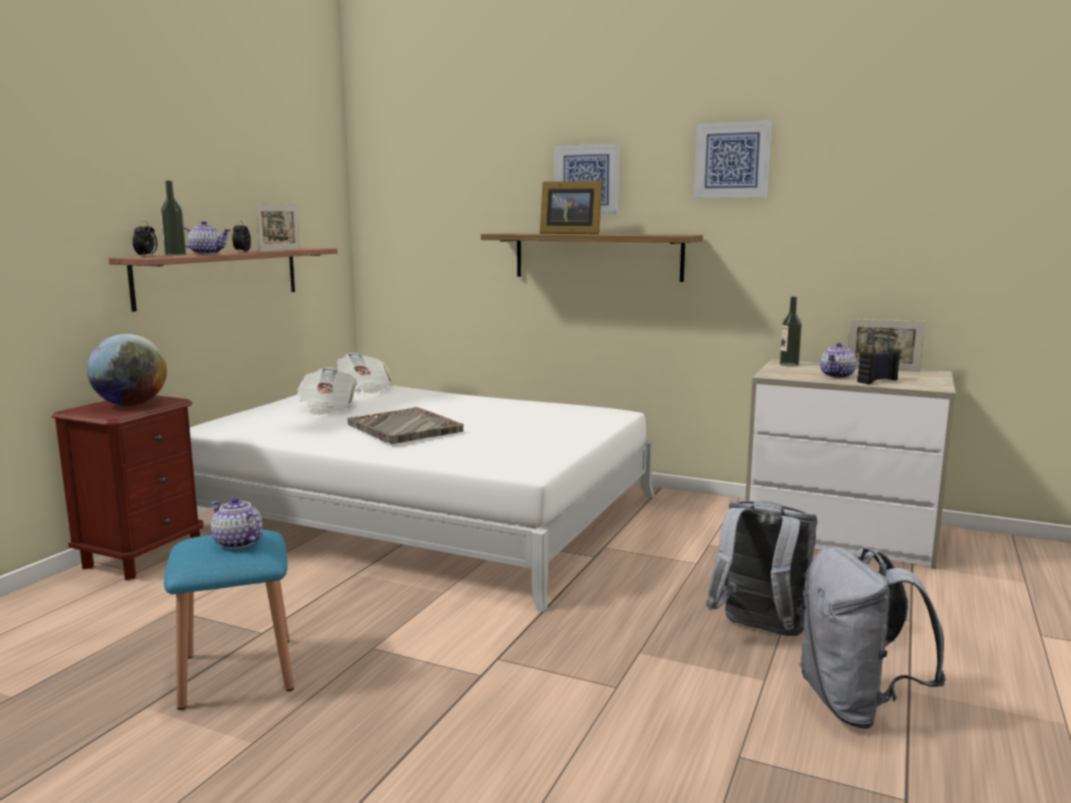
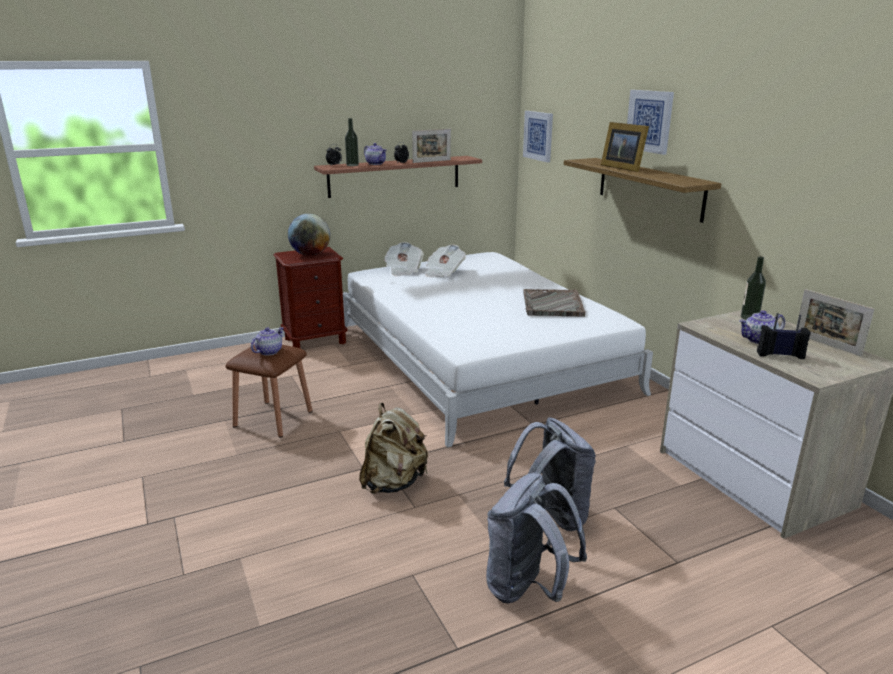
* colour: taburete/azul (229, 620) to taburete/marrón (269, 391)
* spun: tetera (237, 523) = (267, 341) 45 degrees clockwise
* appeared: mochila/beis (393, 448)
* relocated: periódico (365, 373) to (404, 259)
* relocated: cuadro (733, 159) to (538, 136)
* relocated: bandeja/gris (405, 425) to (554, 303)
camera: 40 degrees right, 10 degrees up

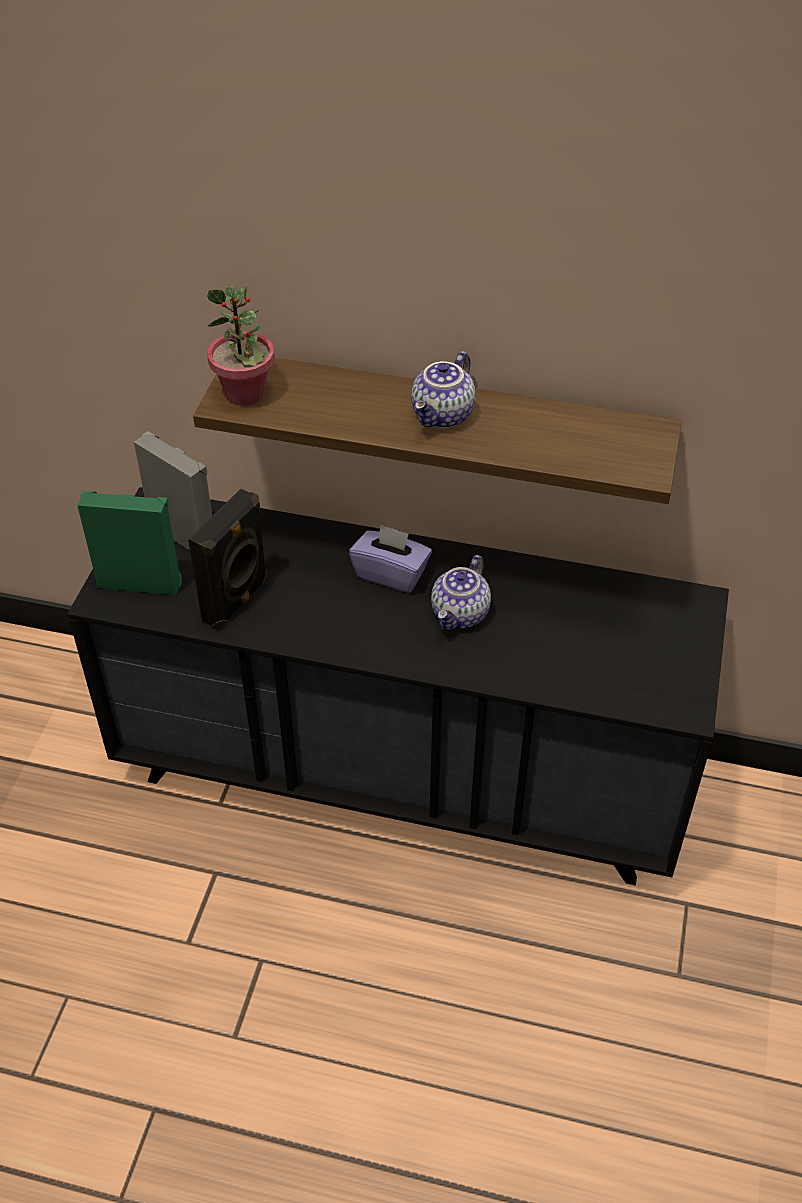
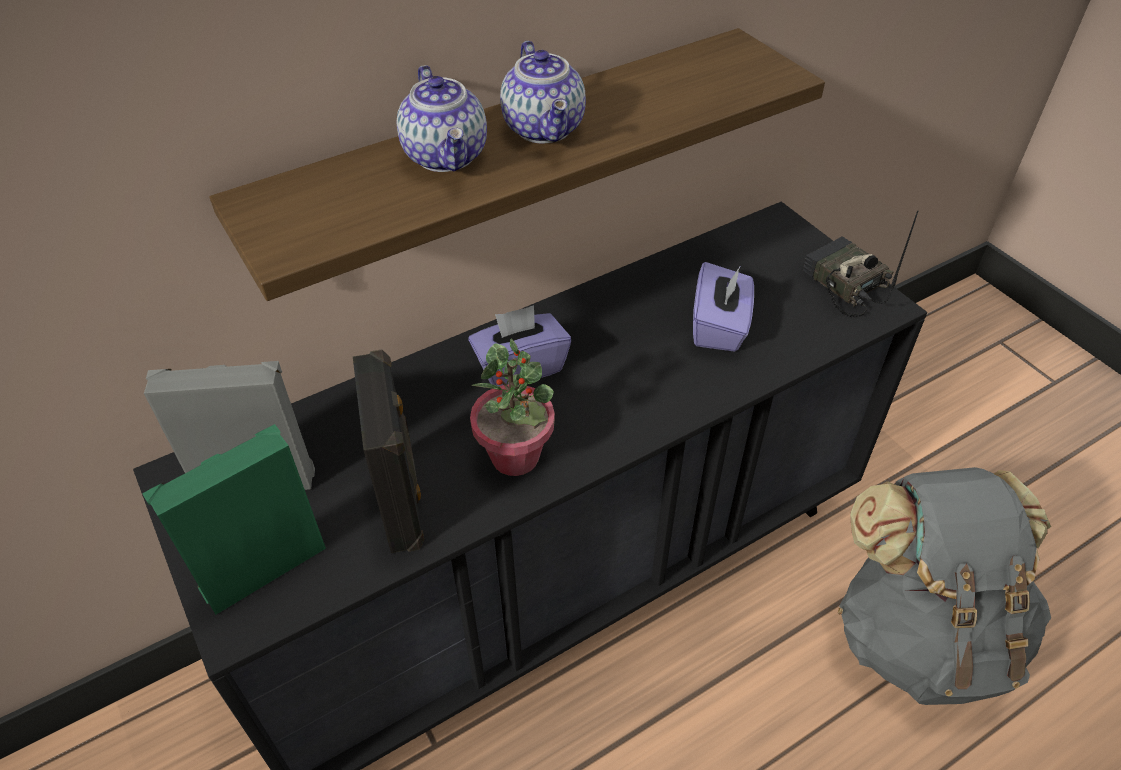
* relocated: tetera (461, 592) to (442, 118)
* relocated: planta en maceta (240, 345) to (512, 407)
* appeared: caja de pañuelos/morado (723, 307)
* appeared: radio (860, 264)
* appeared: mochila/gris (944, 586)
camera: 45 degrees left, 0 degrees up

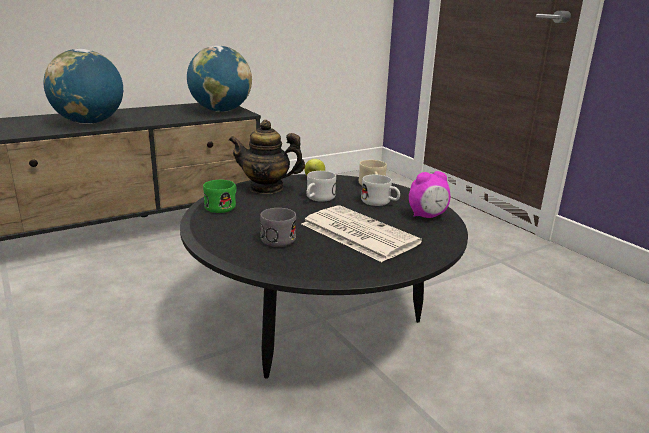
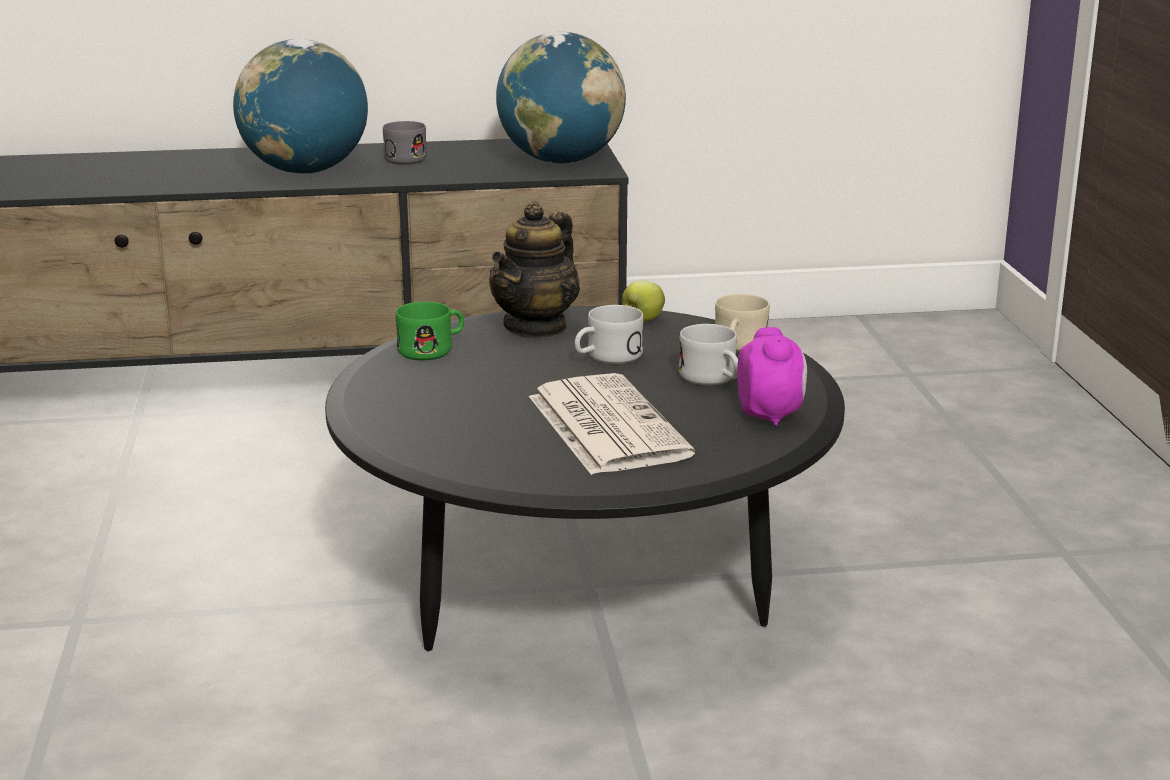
* relocated: taza grande/gris (278, 227) to (405, 143)
* spun: tetera (267, 157) = (534, 270) 90 degrees counterclockwise
* spun: despertador (430, 194) = (772, 376) 105 degrees counterclockwise
camera: 25 degrees right, 0 degrees up

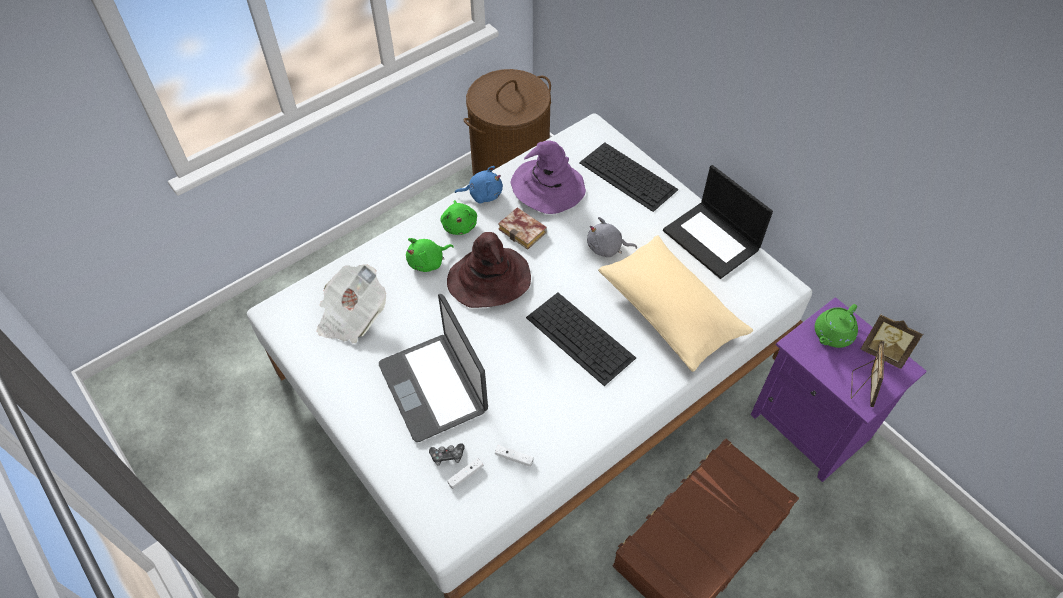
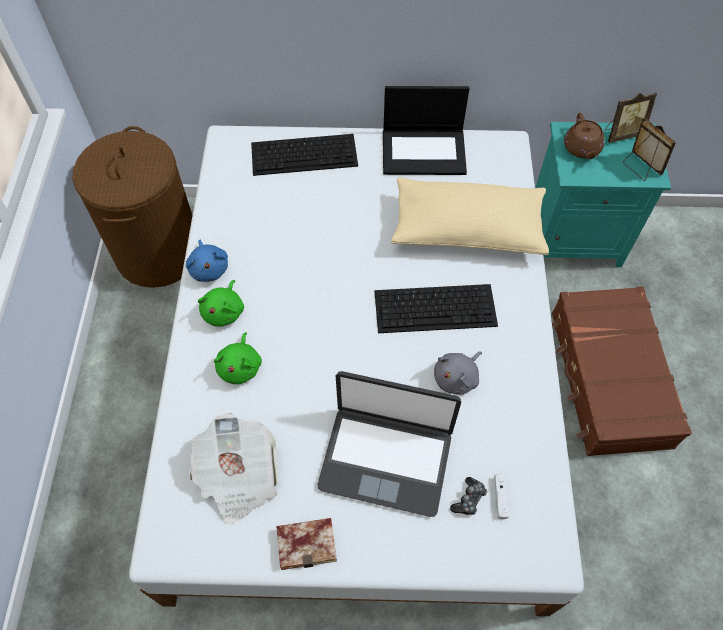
* spun: peluche/azul (479, 185) = (207, 261) 120 degrees clockwise
* spun: peluche/verde (458, 217) = (221, 303) 75 degrees clockwise
* relocated: libro (522, 228) to (306, 544)
* relocated: peluche/gris (612, 237) to (458, 373)
* colour: mesita de noche/morado (839, 389) to mesita de noche/turquesa (603, 194)
* colour: tetera/verde (836, 326) to tetera/marrón (584, 136)
* missing: sombrero/marrón (489, 270)
* missing: mando de consola/blanco (514, 456)
* missing: sombrero/morado (548, 177)
camera: 50 degrees left, 5 degrees up

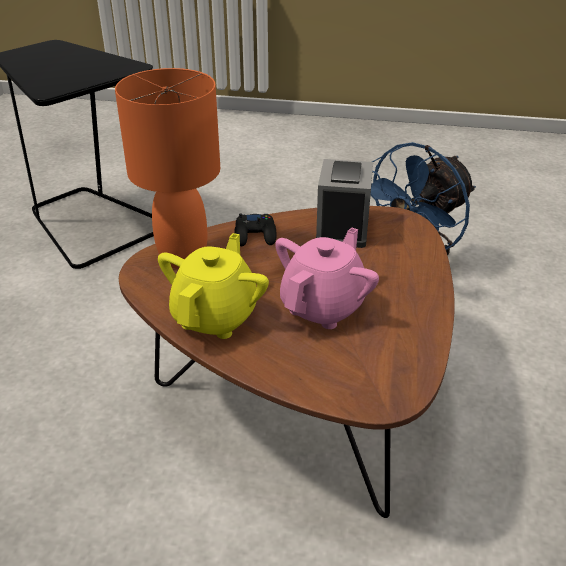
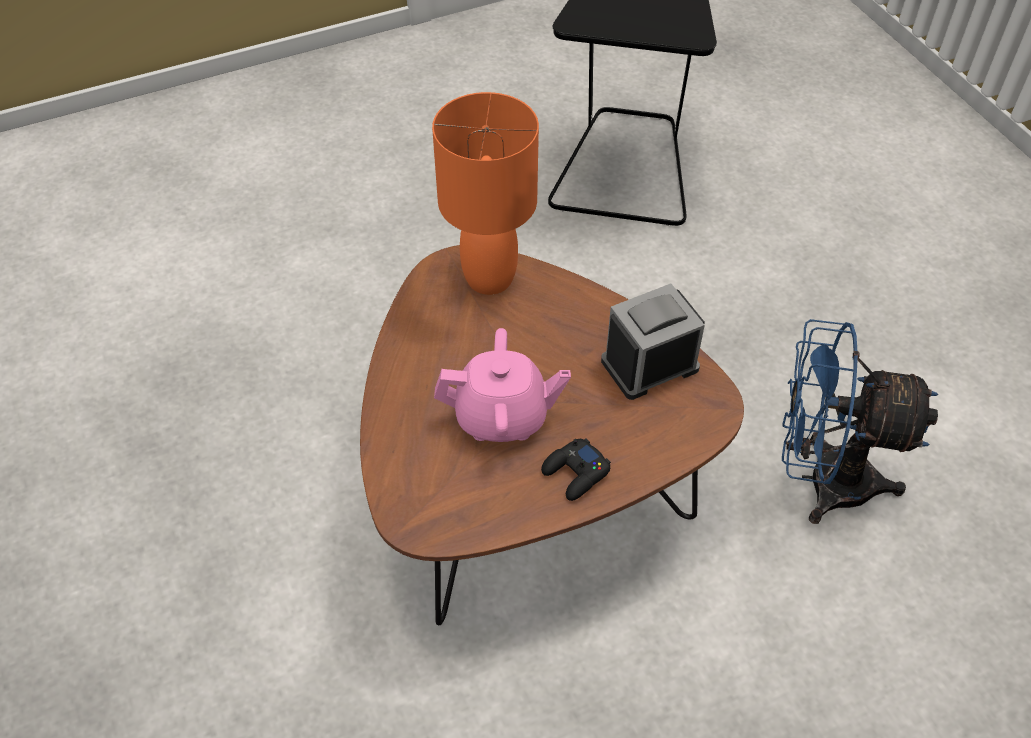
* relocated: mando de consola/negro (256, 229) to (576, 470)
* missing: tetera/amarillo (213, 286)
camera: 55 degrees right, 15 degrees up

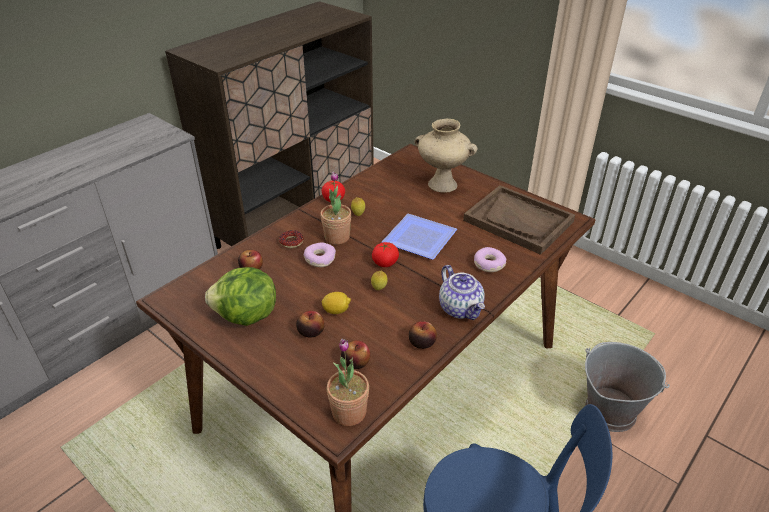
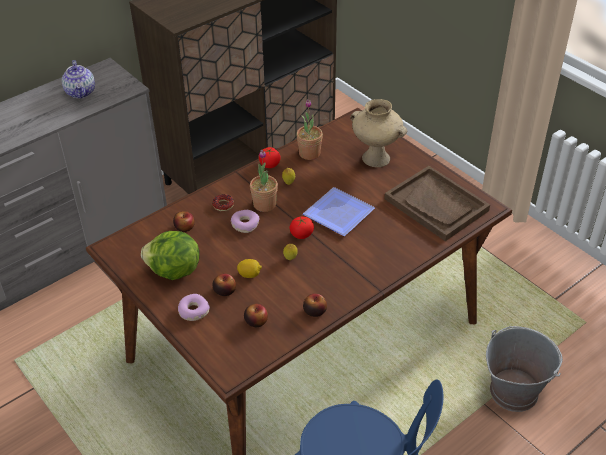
* relocated: tetera (462, 292) to (78, 79)
* relocated: rosquilla (490, 259) to (194, 307)
* relocated: planta en maceta (348, 382) to (309, 129)
camera: 10 degrees right, 5 degrees up

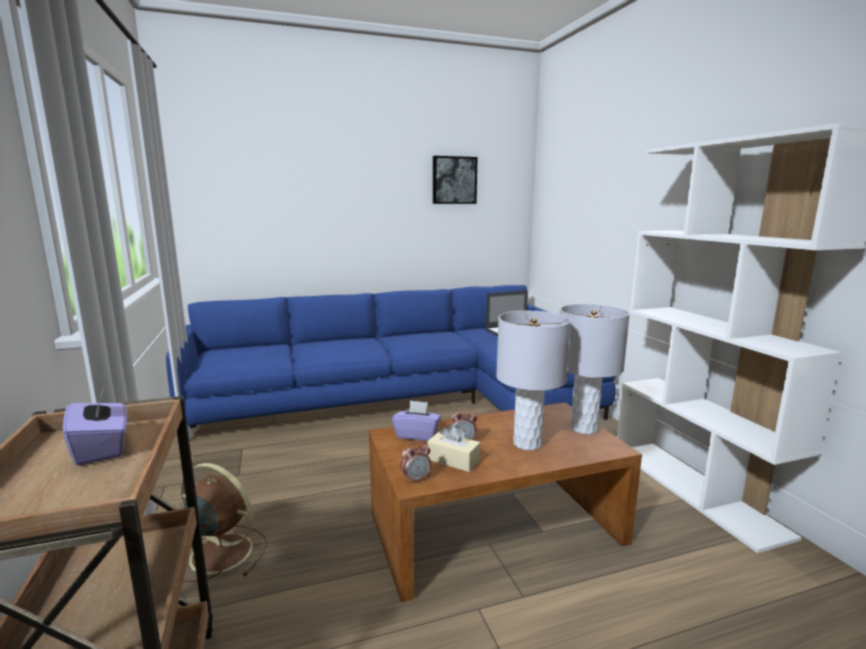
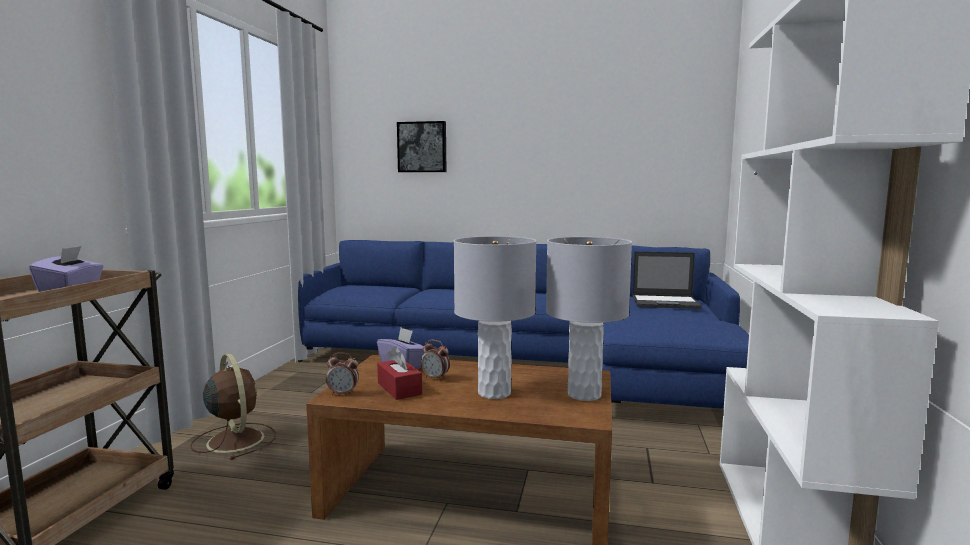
* colour: caja de pañuelos/beis (453, 448) to caja de pañuelos/rojo (399, 373)
* relocated: cuadro (455, 180) to (421, 146)
camera: 30 degrees right, 5 degrees down

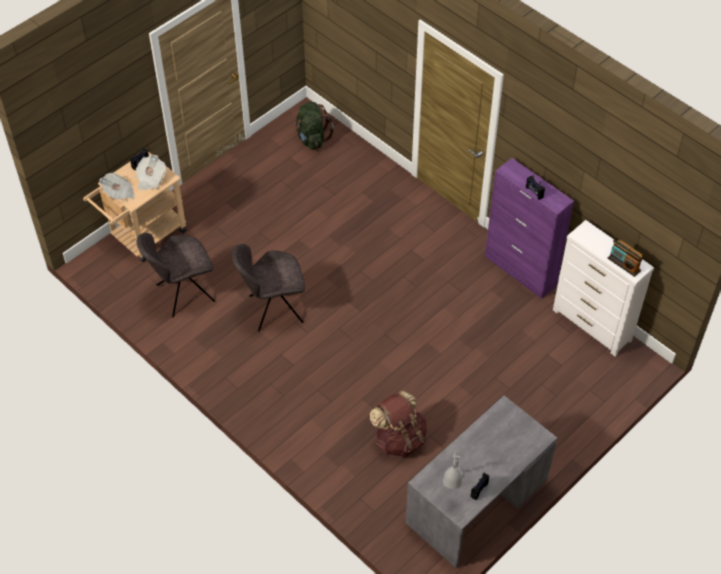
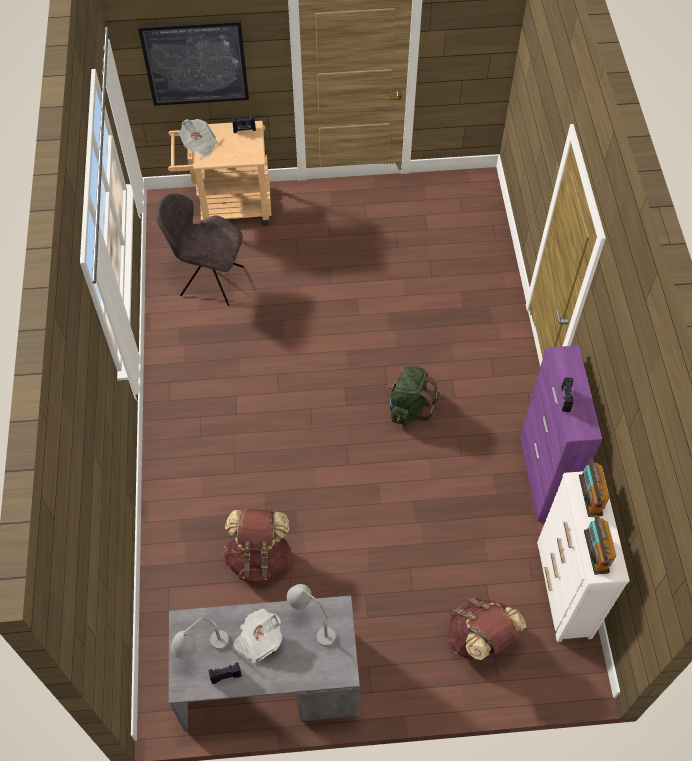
* appeared: cuadro (193, 63)
* relocated: periódico (150, 172) to (257, 636)
* appeared: lámpara de mesa/gris (311, 615)
* relocated: mochila/verde (314, 126) to (413, 395)
* appeared: mochila/marrón (487, 628)
* appeared: radio (594, 488)
* missing: silla/gris (268, 288)
camera: 40 degrees right, 5 degrees up

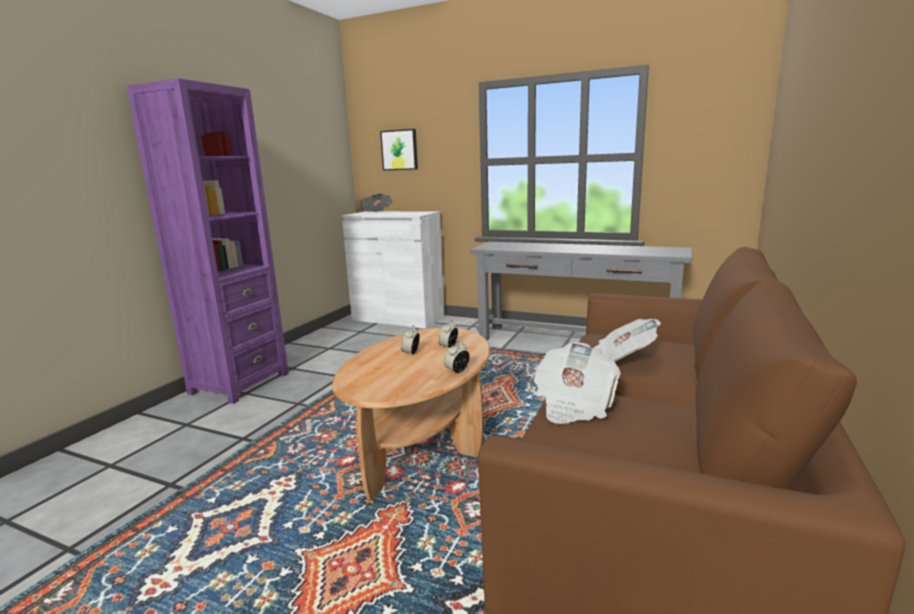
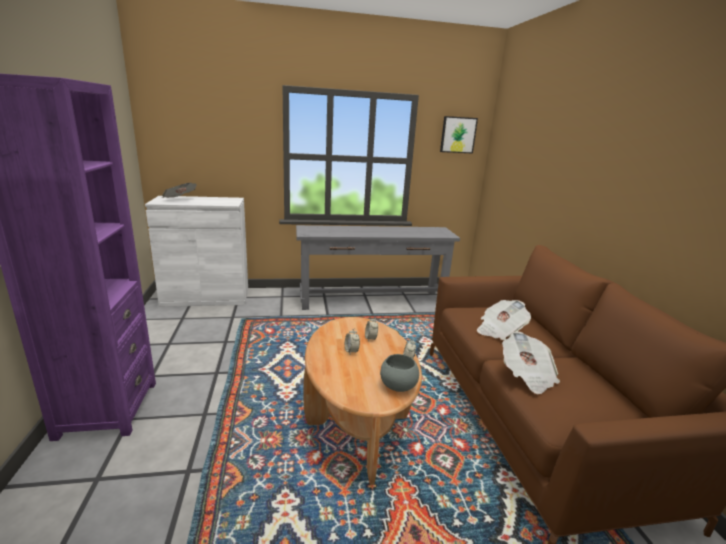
* appeared: cuenco/gris (399, 373)
* relocated: cuadro (399, 149) to (459, 135)
camera: 35 degrees left, 5 degrees up

